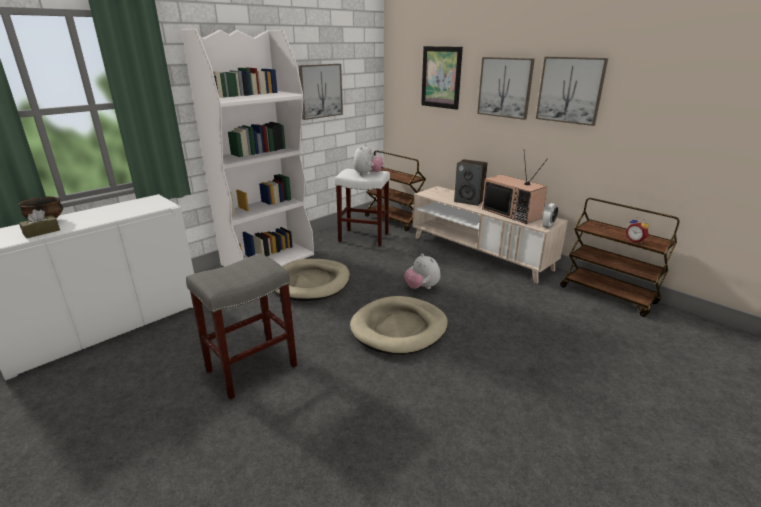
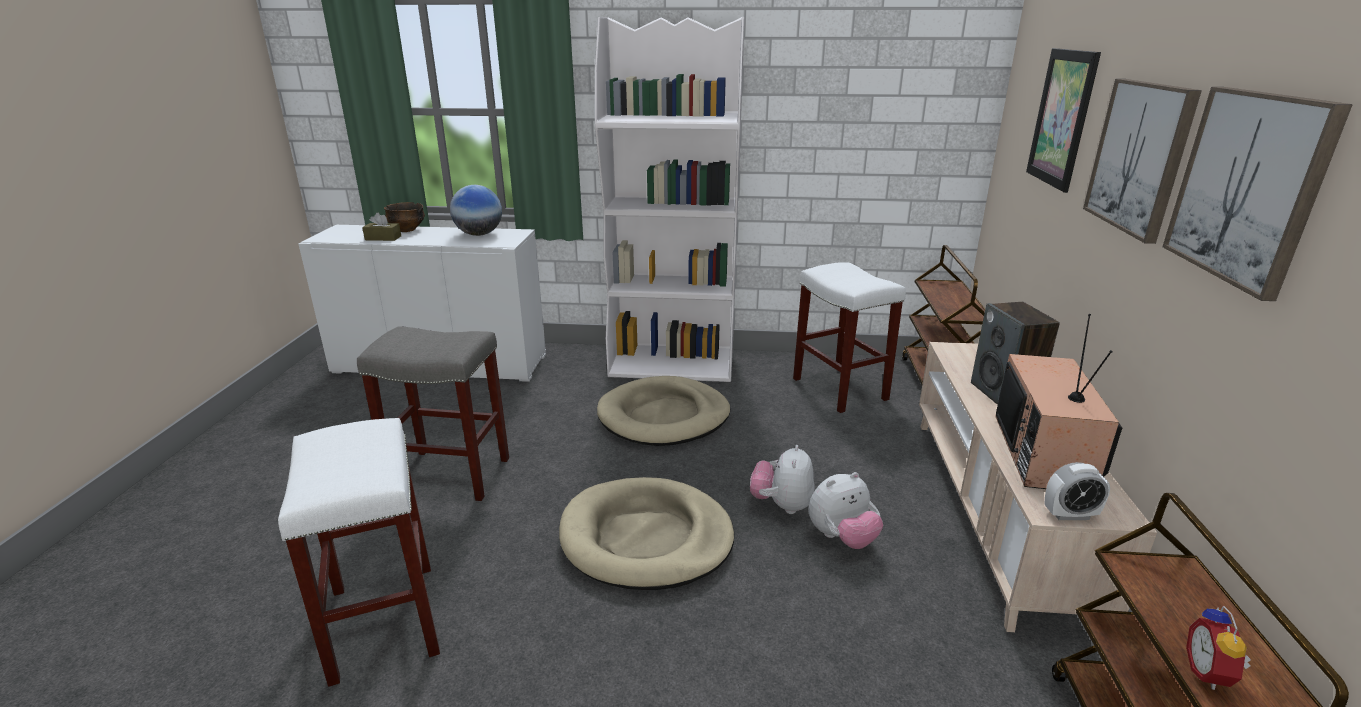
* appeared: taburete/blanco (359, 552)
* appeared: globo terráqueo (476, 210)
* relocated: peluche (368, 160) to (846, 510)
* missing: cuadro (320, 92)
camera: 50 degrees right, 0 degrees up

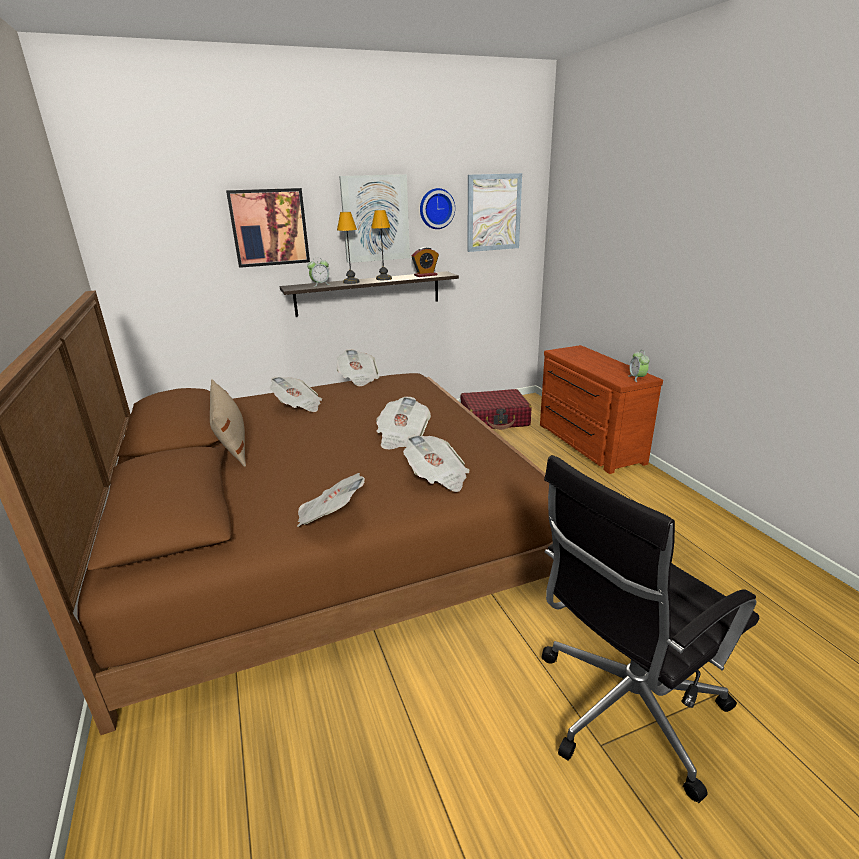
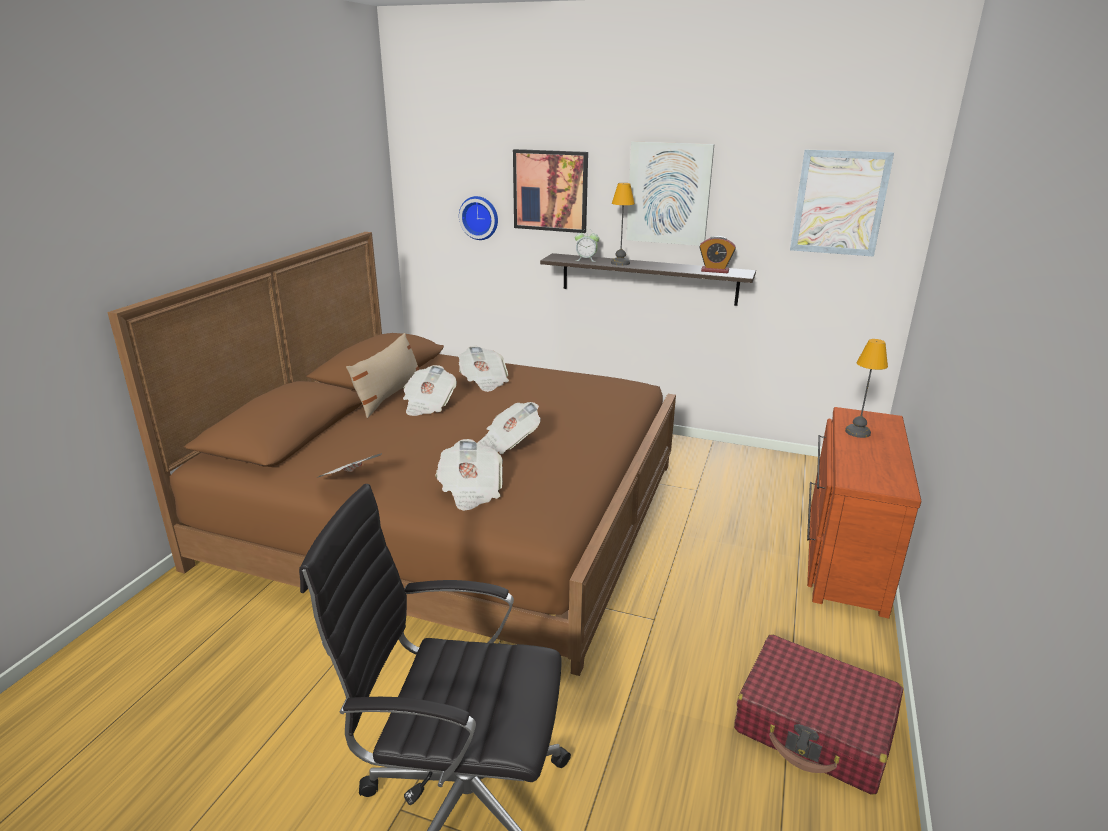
* relocated: periódico (357, 367) to (430, 390)
* relocated: reloj de pared (437, 208) to (478, 218)
* relocated: maleta/rojo (496, 409) to (818, 714)
* relocated: lámpara de mesa (381, 245) to (866, 388)
* missing: despertador (639, 366)
camera: 40 degrees right, 0 degrees up

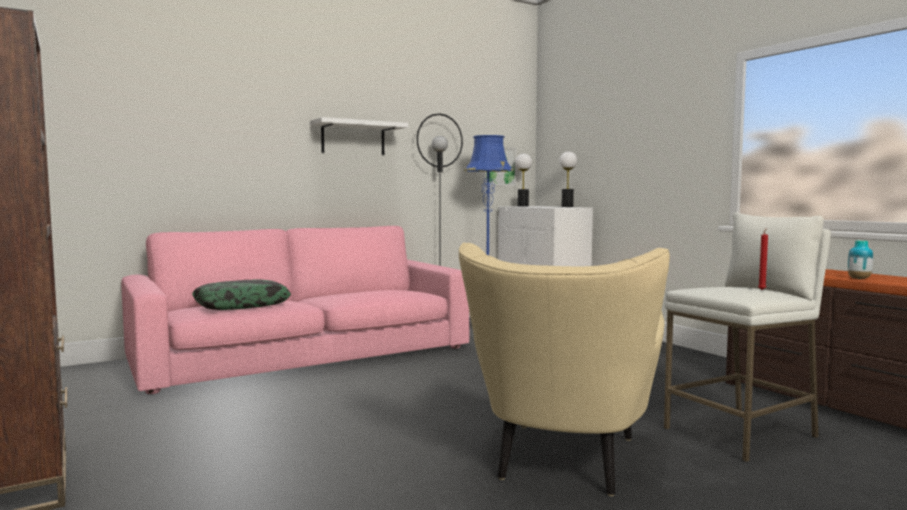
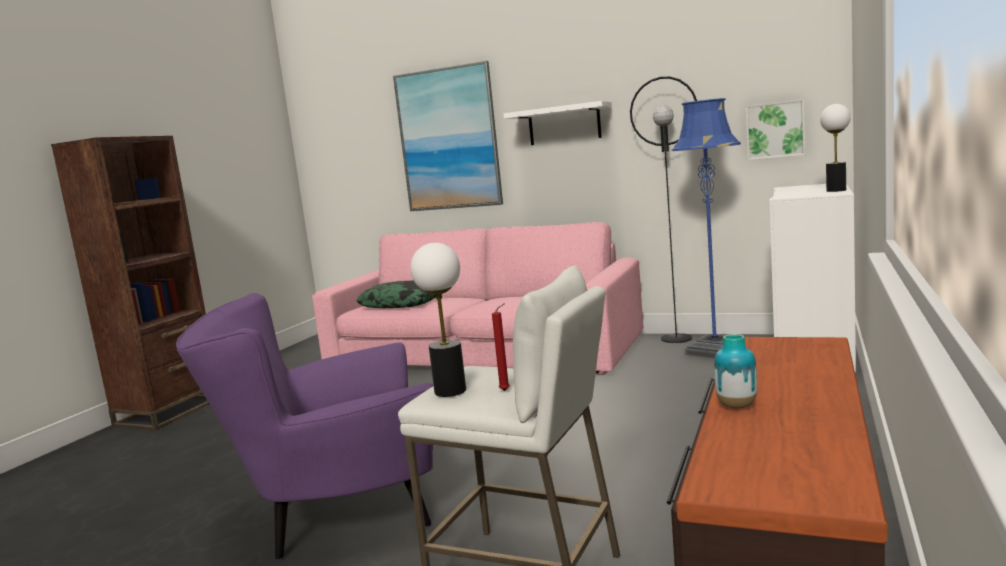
* colour: sillón/beis (564, 369) to sillón/morado (304, 427)
* appeared: cuadro (448, 136)
* relocated: lámpara de mesa (523, 180) to (438, 320)
camera: 55 degrees right, 5 degrees up

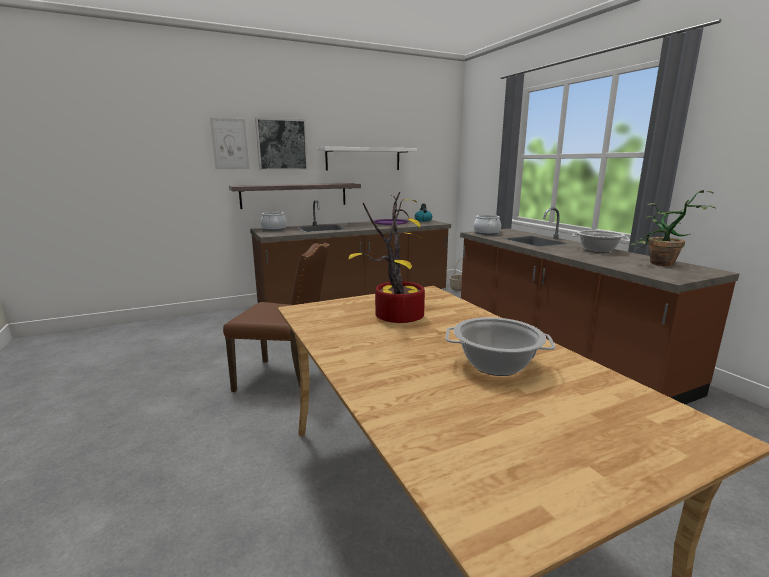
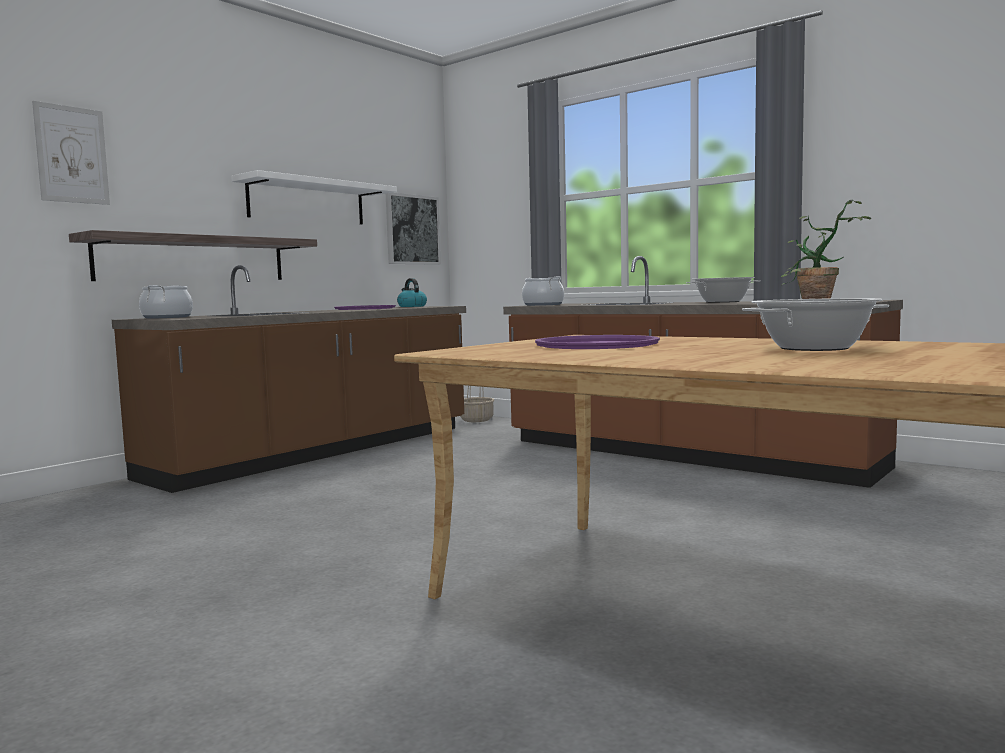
* relocated: cuadro (281, 143) to (413, 229)
* exchanged: planta en maceta (386, 257) to bandeja/morado (597, 342)
* missing: silla/marrón (276, 317)
camera: 25 degrees left, 10 degrees down

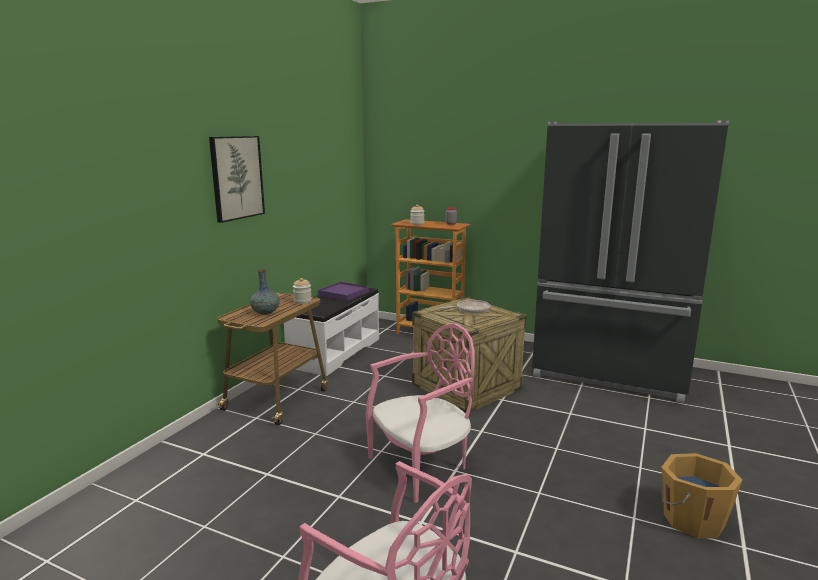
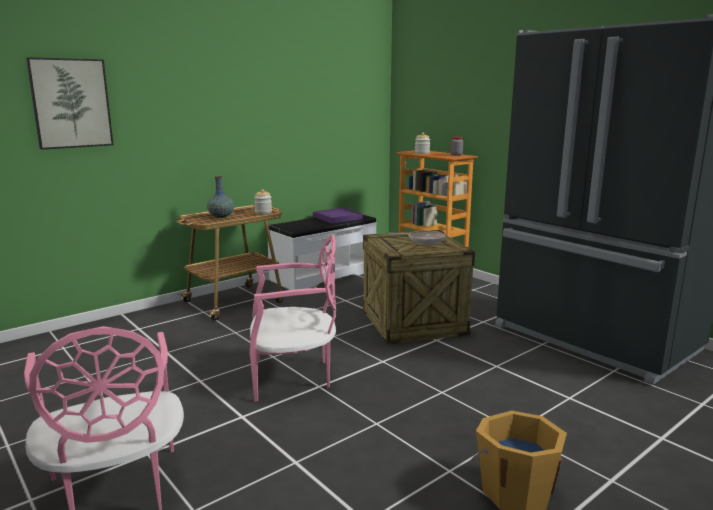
* relocated: cuadro (237, 179) to (69, 103)
camera: 25 degrees right, 0 degrees up

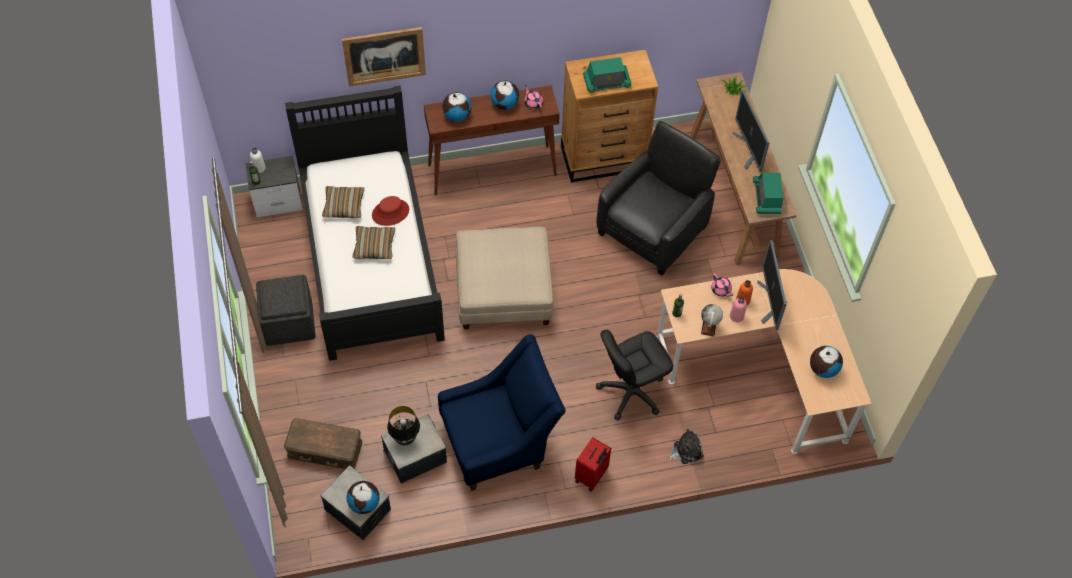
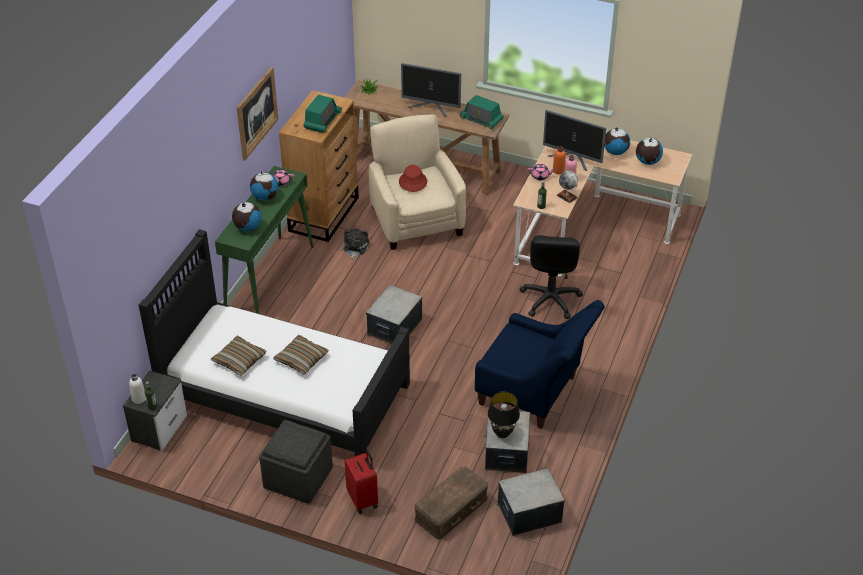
* colour: mesa consola/marrón (492, 140) to mesa consola/verde (264, 240)
* relocated: cuadro (384, 57) to (258, 114)
* relocated: peluche (686, 446) to (356, 244)
* relocated: maleta/rojo (593, 464) to (361, 482)
* exchanged: puf/beis (504, 278) to caja de almacenaje (394, 314)
* colour: sillón/negro (658, 198) to sillón/beis (417, 182)
* relocated: sombrero/rojo (390, 211) to (413, 178)
* spun: sillón/azul (502, 412) = (540, 364) 105 degrees clockwise
* relocated: globo terráqueo (363, 497) to (617, 141)
camera: 55 degrees left, 15 degrees down

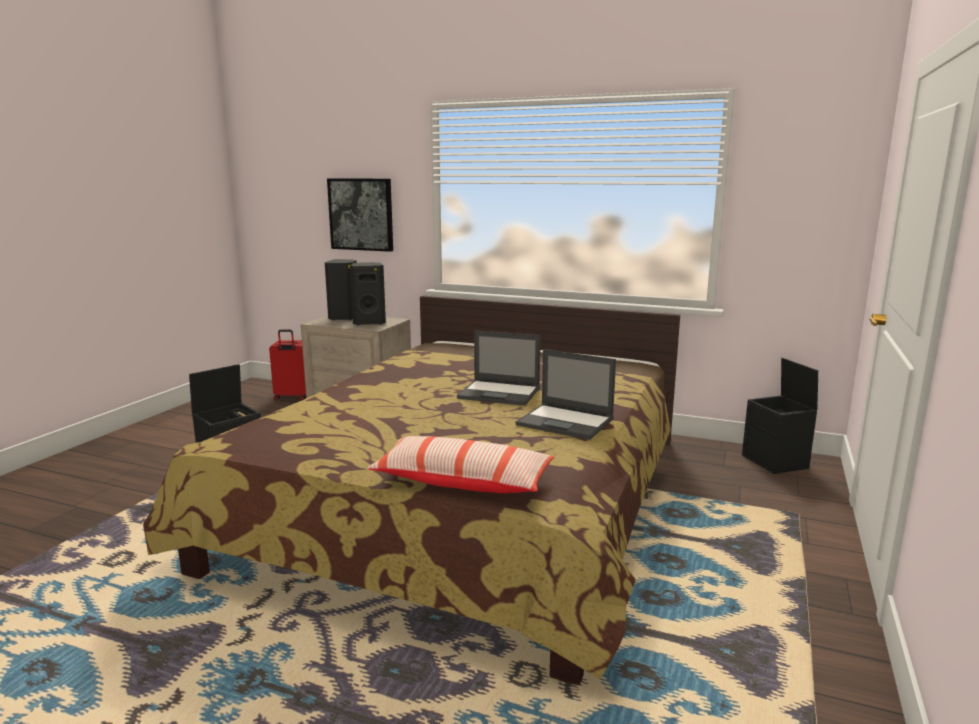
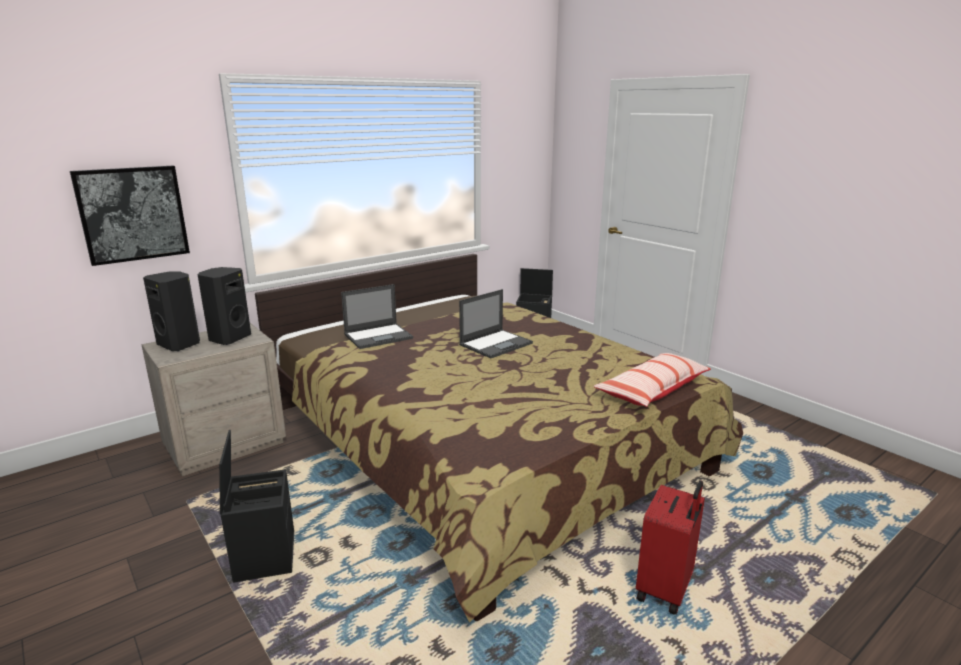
* relocated: portátil (566, 394) to (377, 316)
* relocated: maleta/rojo (287, 365) to (670, 548)
camera: 60 degrees left, 5 degrees up

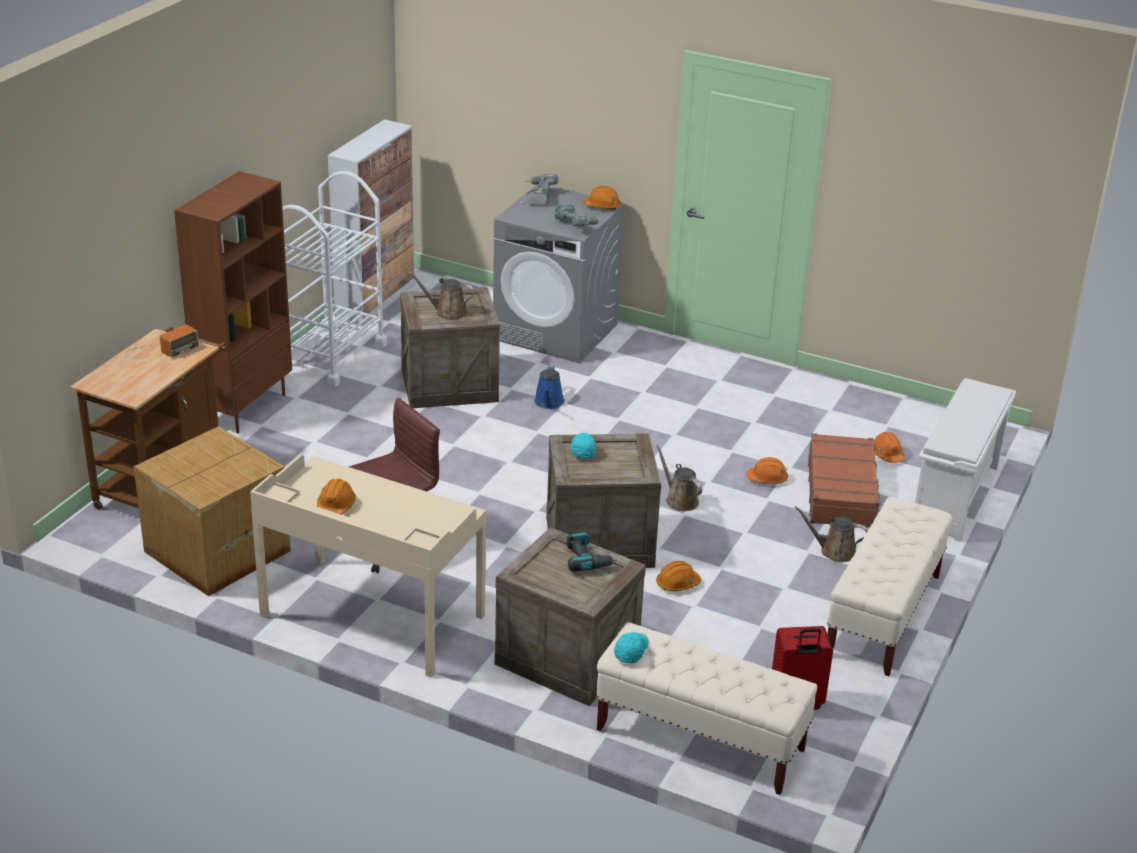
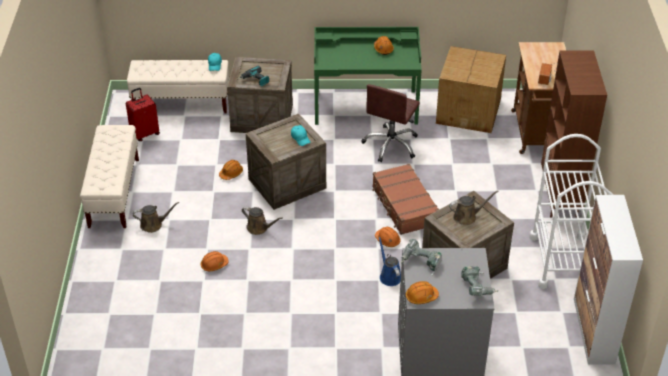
* colour: escritorio/beis (368, 566) to escritorio/verde (368, 76)
* relocated: maleta/marrón (844, 480) to (405, 199)
* relocated: casco/naranja (889, 447) to (388, 237)
* missing: zapatero/blanco (965, 460)
camera: 155 degrees right, 10 degrees up

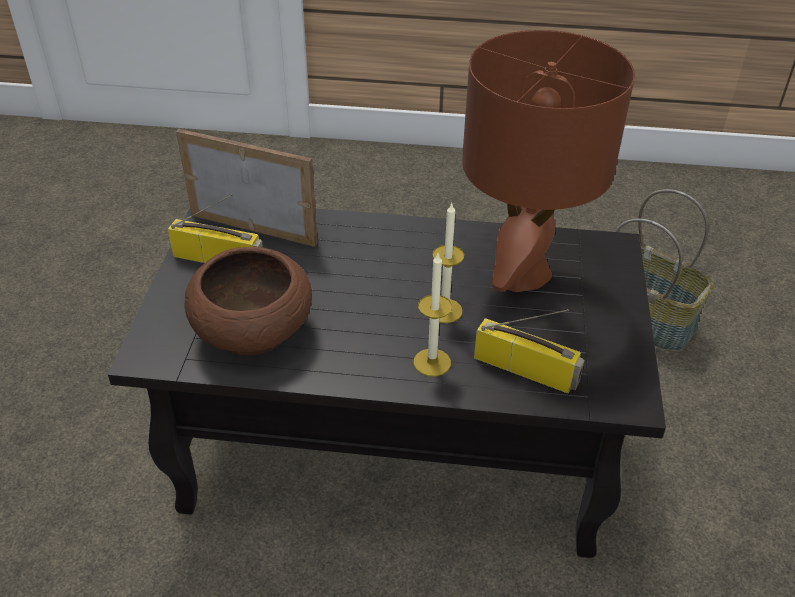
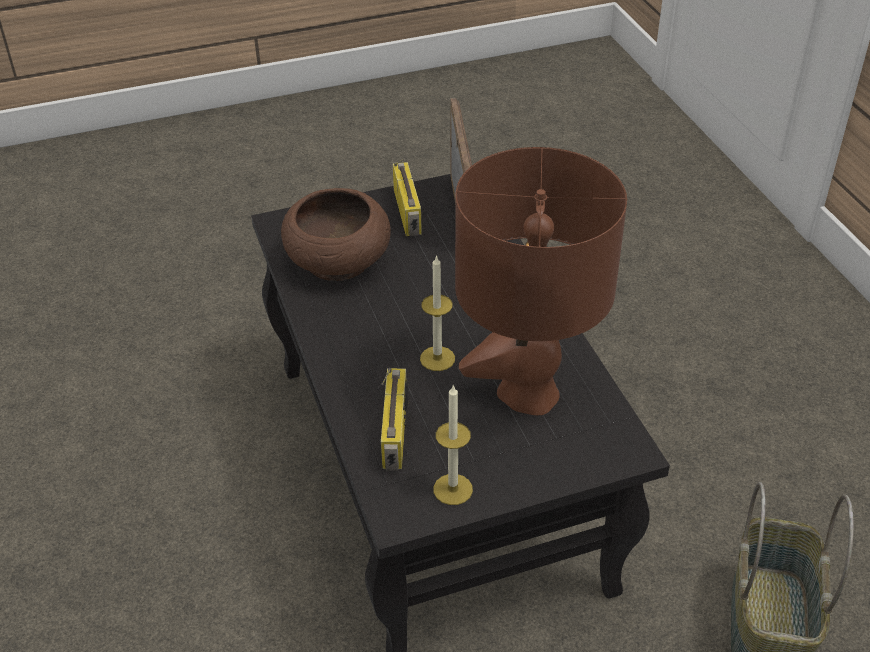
* relocated: vela (432, 315) to (453, 444)
camera: 65 degrees right, 0 degrees up

